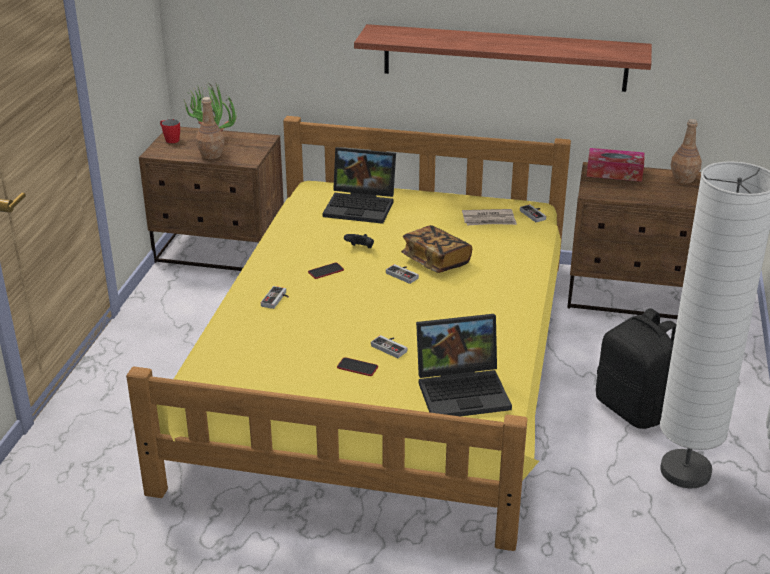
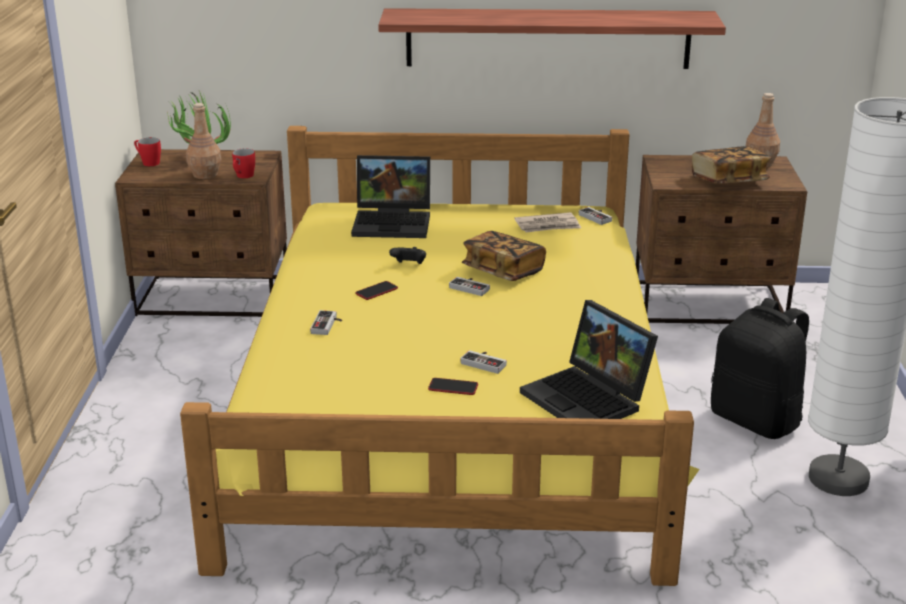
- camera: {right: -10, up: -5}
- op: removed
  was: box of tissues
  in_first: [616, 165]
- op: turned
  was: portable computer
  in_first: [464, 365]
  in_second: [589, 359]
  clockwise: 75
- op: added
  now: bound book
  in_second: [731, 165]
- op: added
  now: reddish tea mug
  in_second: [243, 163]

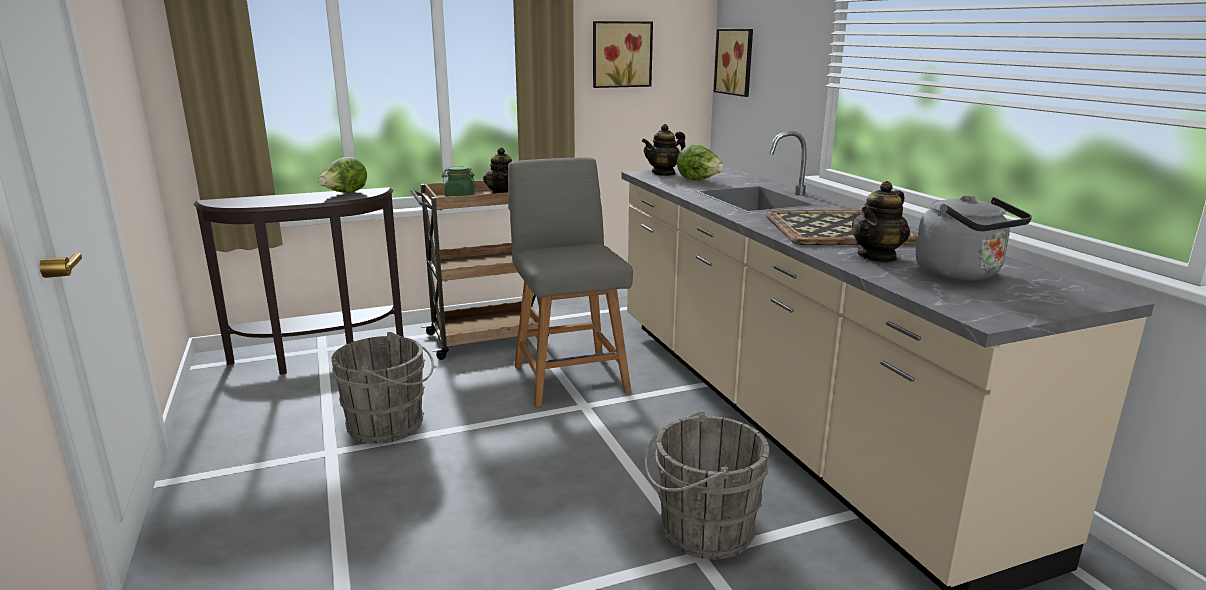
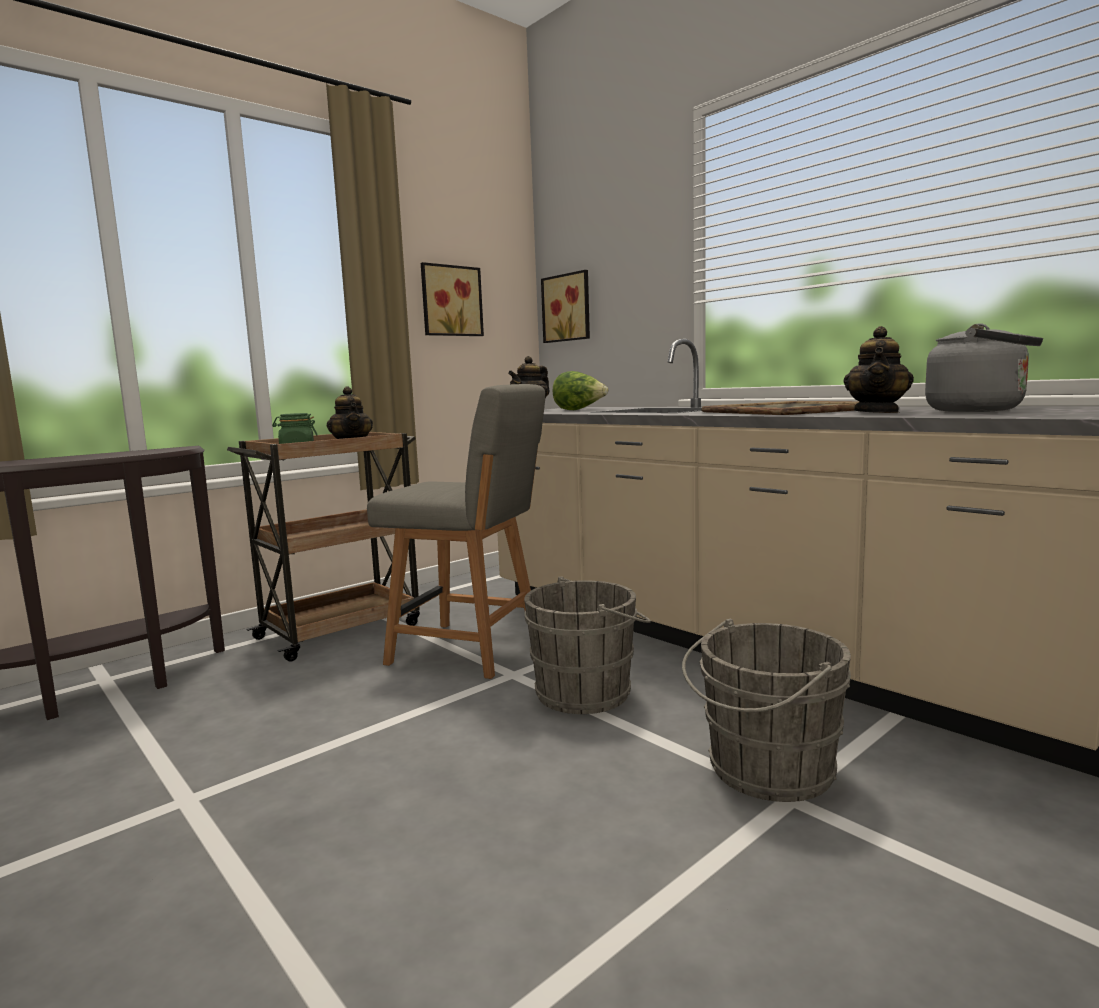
- camera: {right: -20, up: -10}
- op: removed
  was: head of lettuce
  in_first: [342, 175]
- op: turned
  was: gray upright chair
  in_first: [570, 282]
  in_second: [456, 531]
  clockwise: 150
- op: moved
  was: gray water bucket
  in_first: [382, 388]
  in_second: [587, 645]

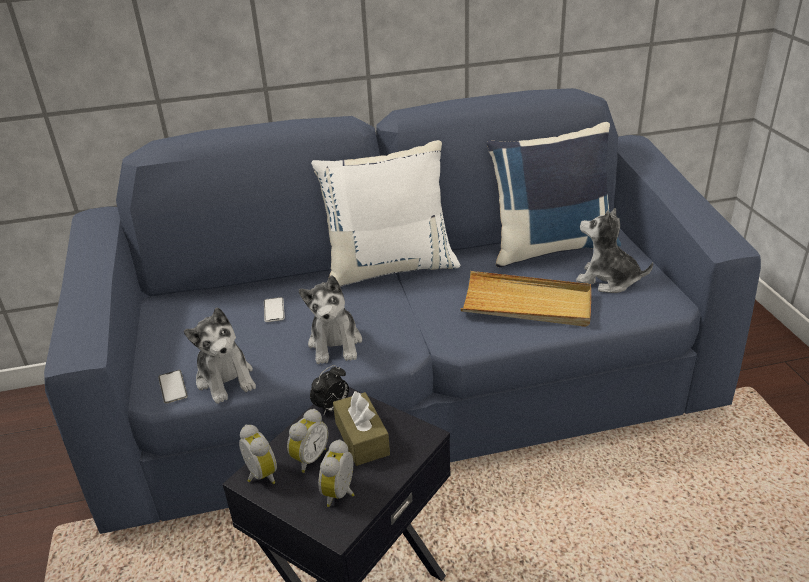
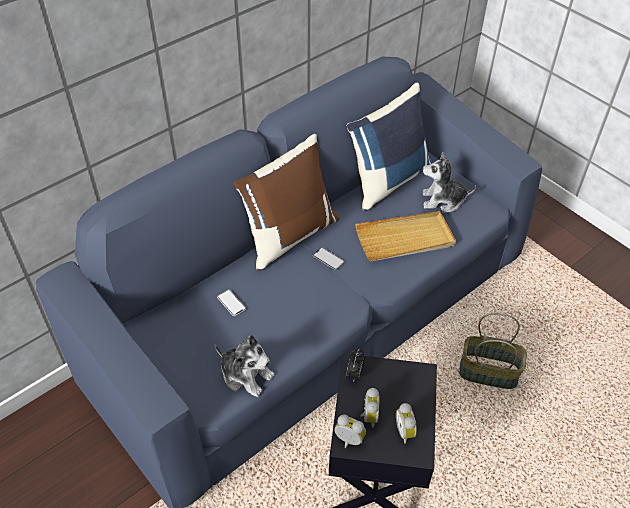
- camera: {right: -30, up: 15}
- op: recoloured
  was: whitish pillow
  now: brownish pillow
  in_first: [385, 213]
  in_second: [286, 202]
- op: removed
  was: plush toy
  in_first: [330, 319]
- op: moved
  was: phone
  in_first: [173, 387]
  in_second: [329, 258]
- op: removed
  was: brownish box of tissues
  in_first: [361, 428]
- op: added
  now: storage basket
  in_second: [493, 350]

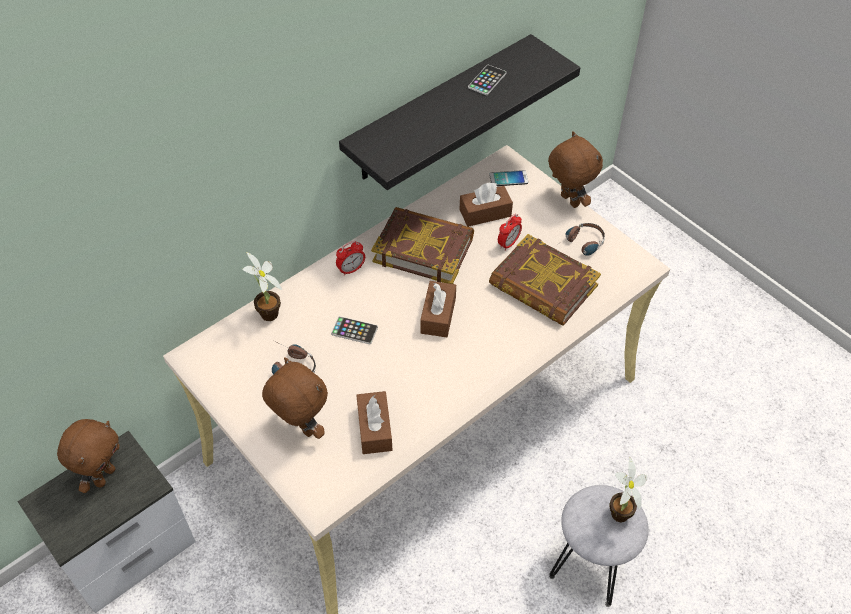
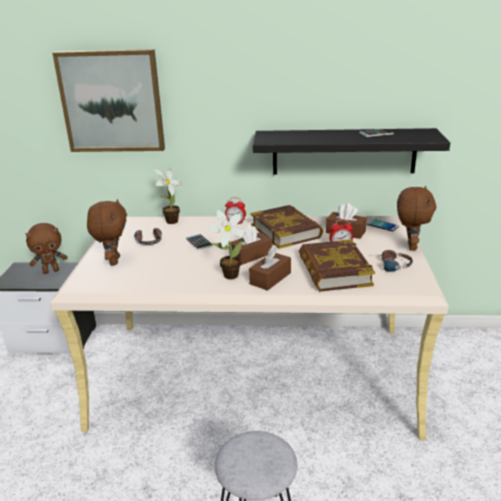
- camera: {right: 45, up: -25}
- op: moved
  was: brownish box of tissues
  in_first: [374, 422]
  in_second: [270, 269]
- op: moved
  was: potted plant
  in_first: [628, 490]
  in_second: [226, 244]
- op: added
  now: wall art
  in_second: [108, 100]

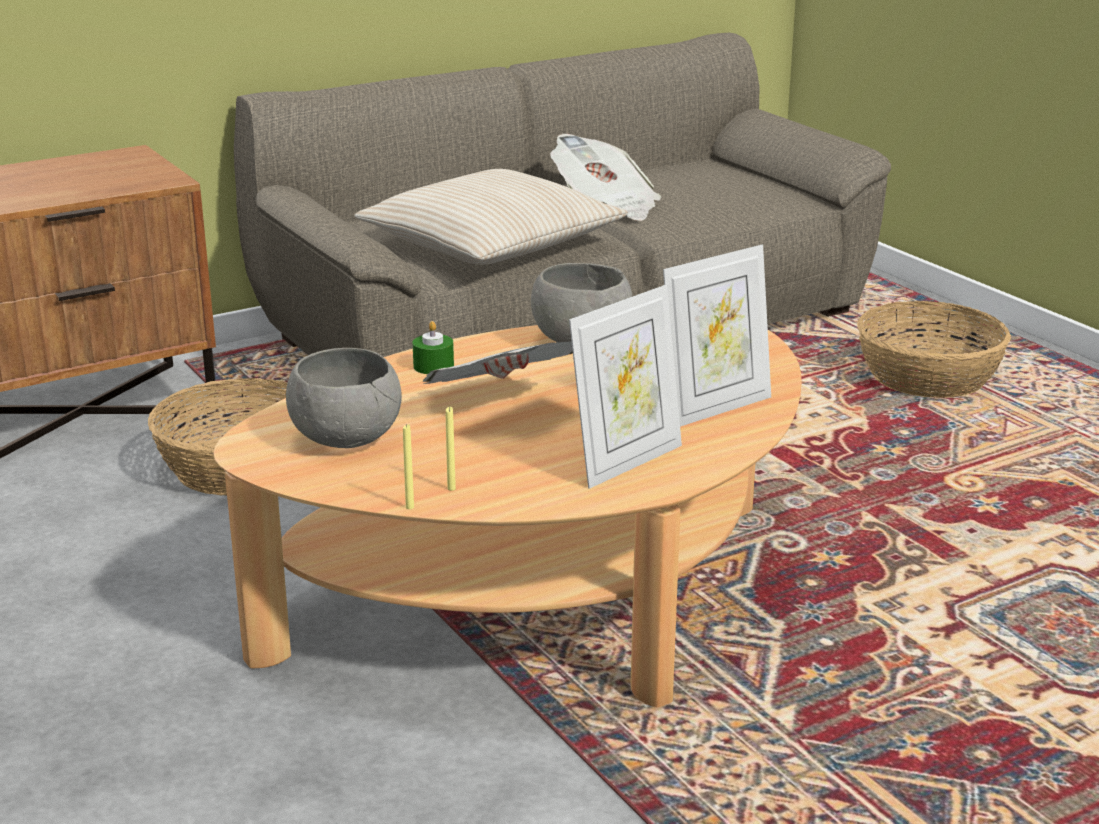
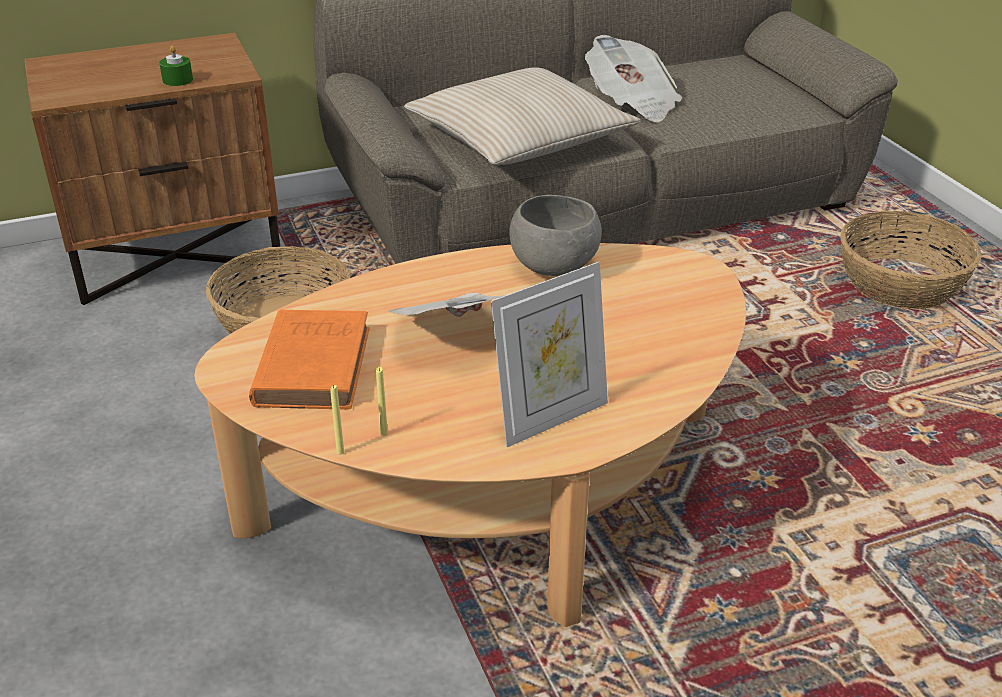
- camera: {right: 10, up: 10}
- op: removed
  was: photo frame
  in_first: [717, 336]
- op: moved
  was: green-coloured wax candle
  in_first: [433, 347]
  in_second: [176, 66]
- op: replaced
  was: gray deep dish
  now: orangey bound book
  in_first: [344, 398]
  in_second: [309, 359]

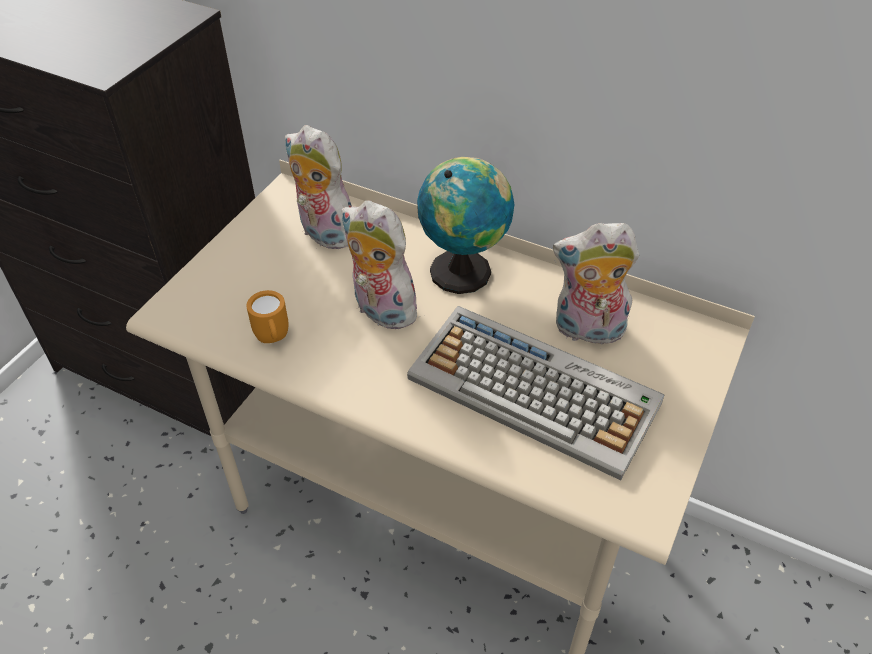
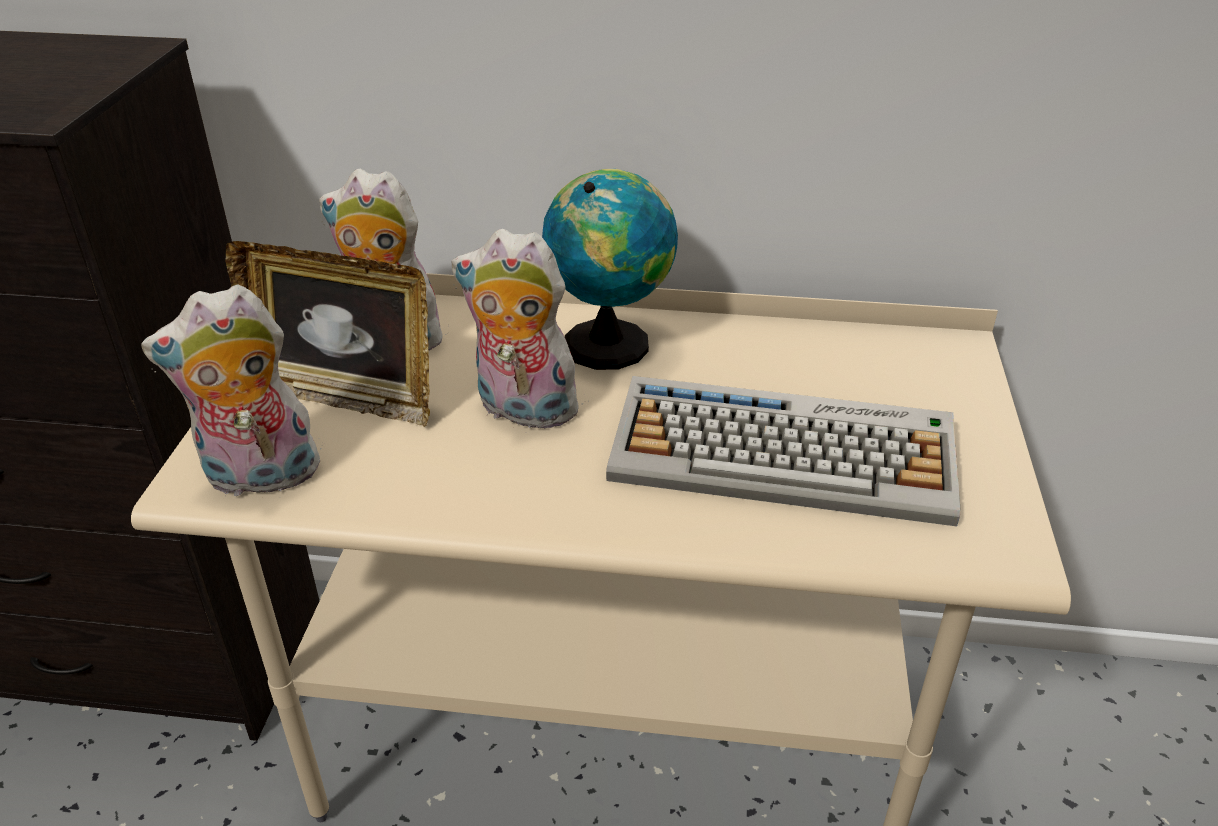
- camera: {right: -20, up: -10}
- op: moved
  was: plush toy
  in_first: [596, 284]
  in_second: [231, 391]
- op: removed
  was: orangey tea mug
  in_first: [267, 316]
- op: added
  now: photo frame
  in_second: [327, 334]

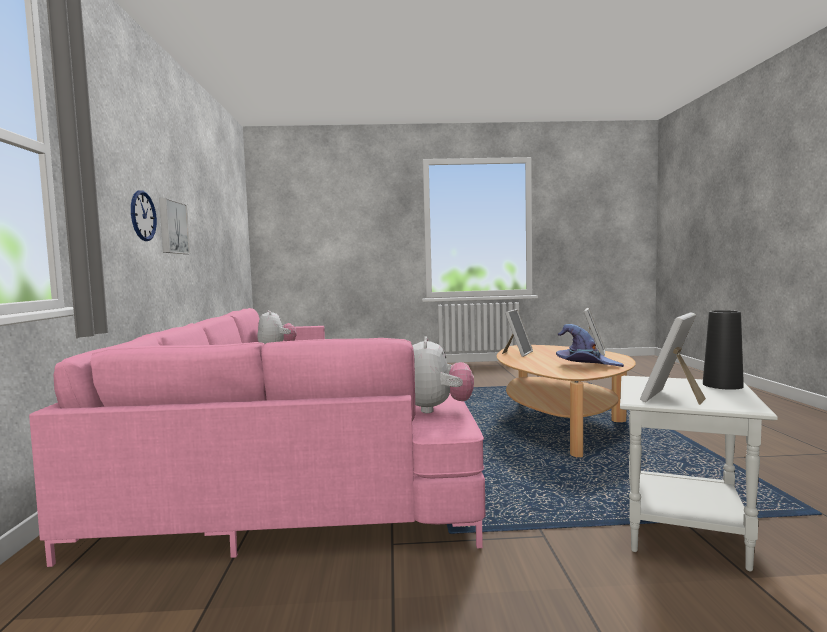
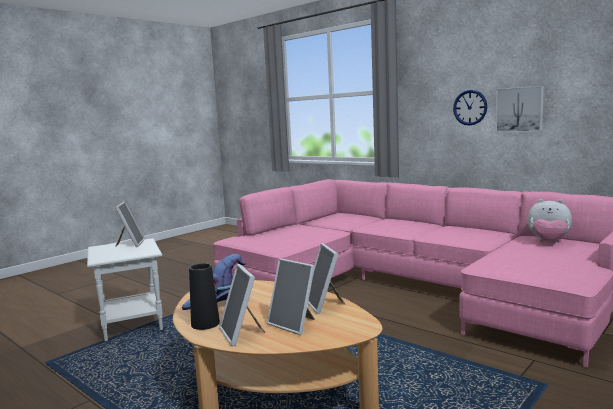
- camera: {right: 135, up: 5}
- op: moved
  was: blackish decorative vase
  in_first: [723, 350]
  in_second: [204, 296]
- op: removed
  was: plush toy
  in_first: [443, 374]
- op: added
  now: photo frame
  in_second: [291, 296]

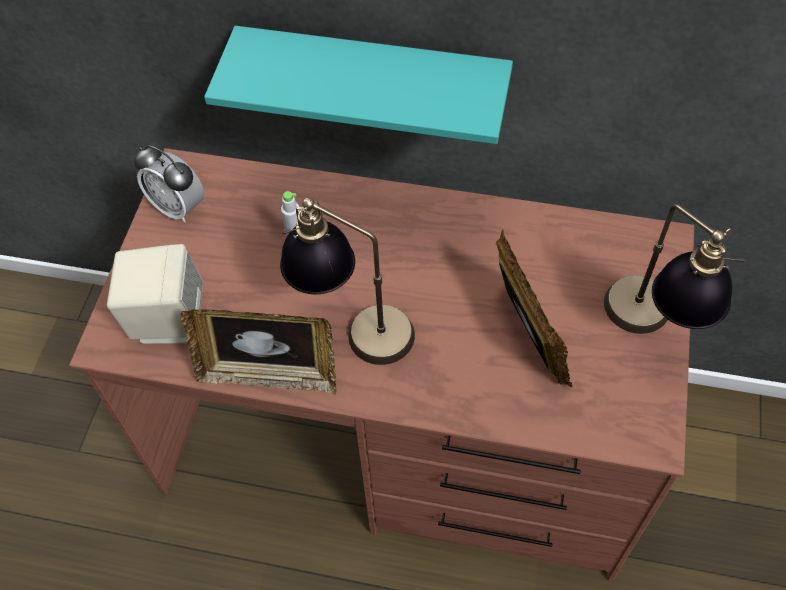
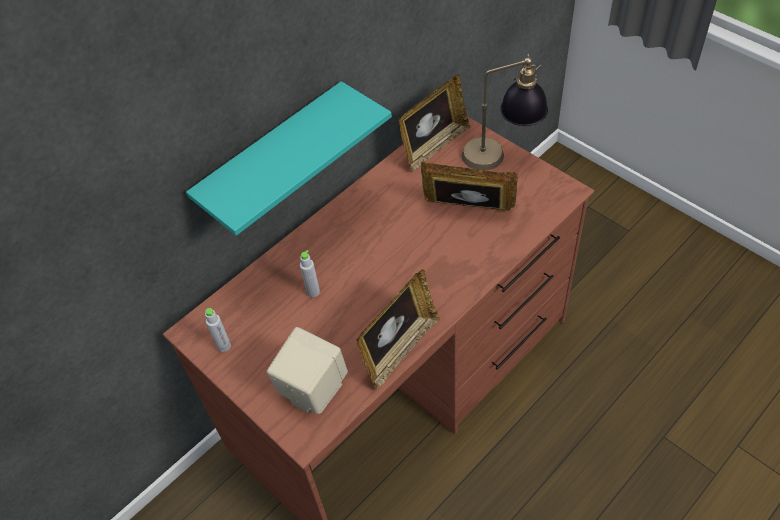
- camera: {right: -55, up: -5}
- op: replaced
  was: alarm clock
  now: gray drink bottle
  in_first: [169, 184]
  in_second: [218, 330]
- op: removed
  was: table lamp
  in_first: [347, 281]
- op: added
  now: photo frame
  in_second: [434, 123]

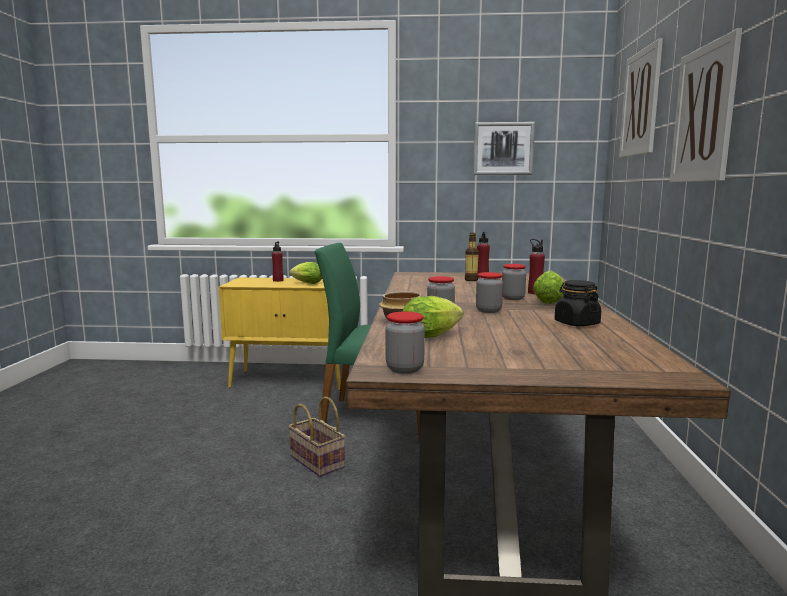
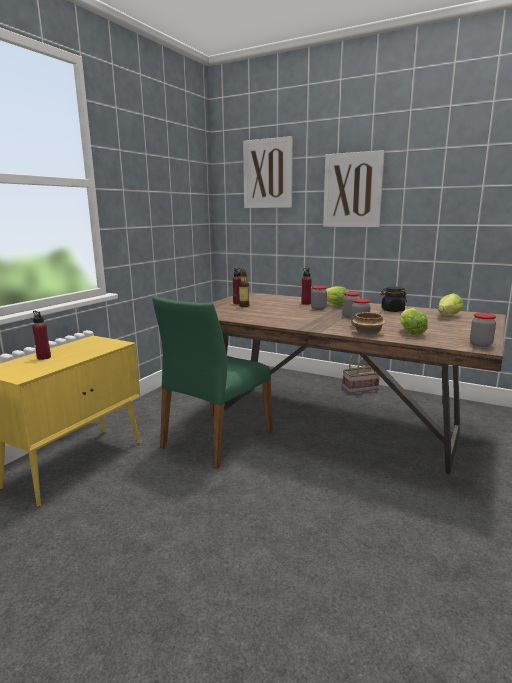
- camera: {right: -65, up: 5}
- op: removed
  was: wall art
  in_first: [504, 148]
- op: moved
  was: head of lettuce
  in_first: [305, 273]
  in_second: [451, 304]
- op: moved
  was: storage basket
  in_first: [316, 436]
  in_second: [361, 373]

